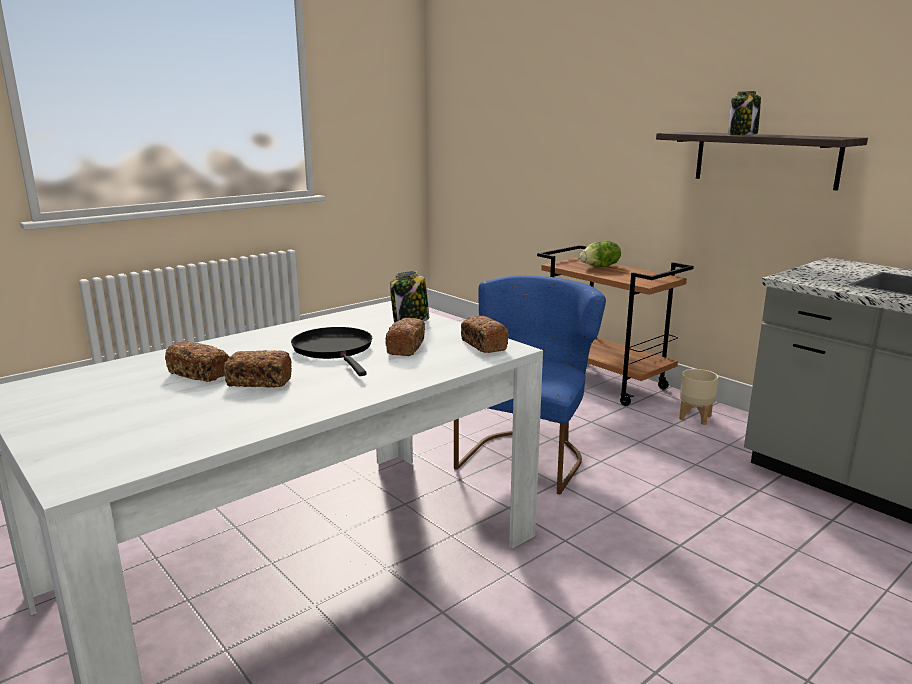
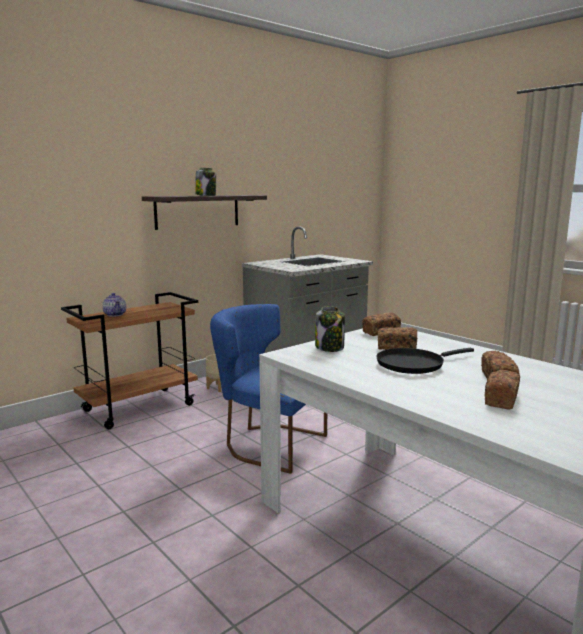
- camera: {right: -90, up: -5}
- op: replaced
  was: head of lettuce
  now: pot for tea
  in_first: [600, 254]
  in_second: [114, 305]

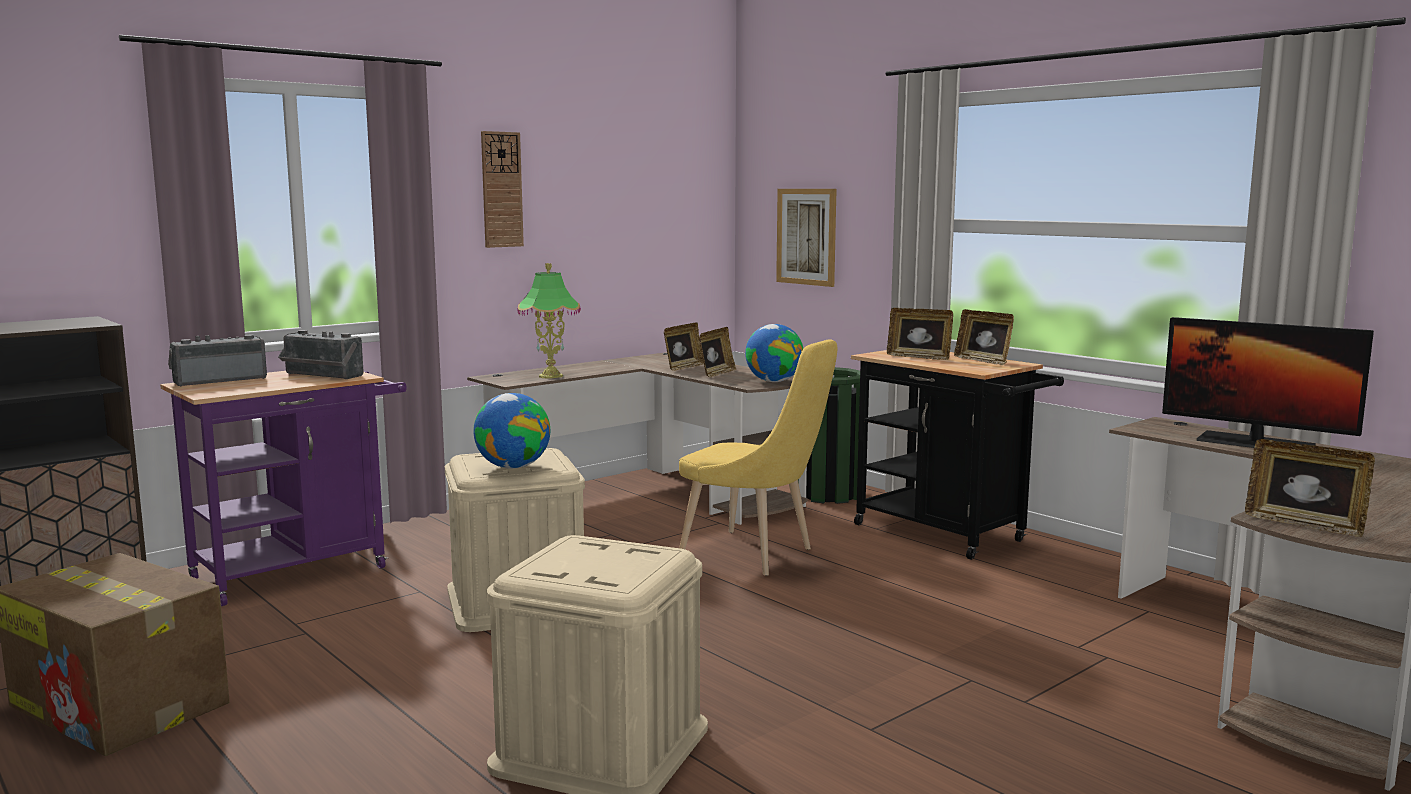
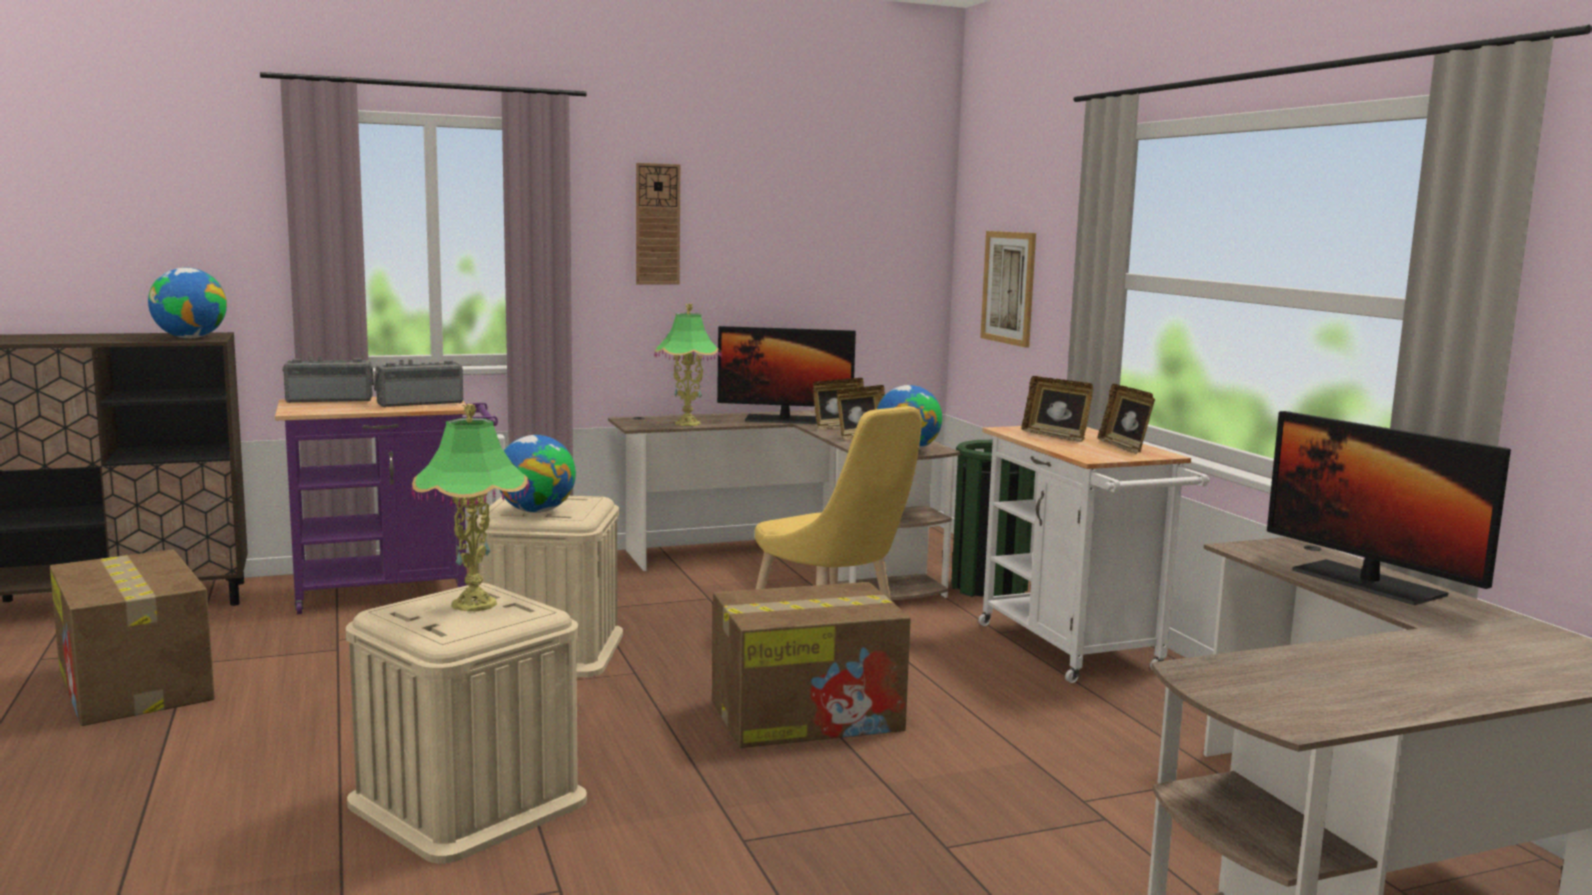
- camera: {right: 20, up: 0}
- op: turned
  was: radio set
  in_first: [321, 354]
  in_second: [418, 383]
  clockwise: 105
- op: recoloured
  was: blackish wheeled cart
  now: whitish wheeled cart
  in_first: [957, 455]
  in_second: [1093, 554]
- op: removed
  was: photo frame
  in_first: [1310, 488]
- op: added
  now: globe
  in_second: [187, 303]
- op: added
  now: computer display
  in_second: [786, 375]
- op: added
  now: table lamp
  in_second: [471, 507]
- op: added
  now: packing box
  in_second: [811, 665]

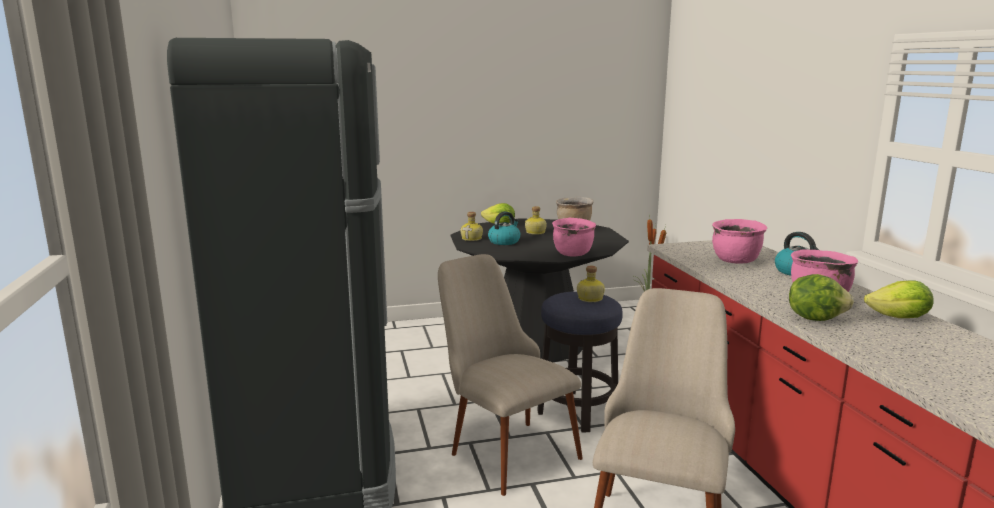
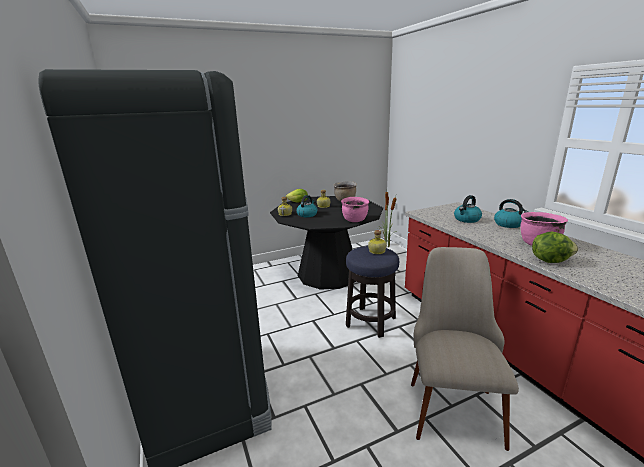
- camera: {right: -10, up: 5}
- op: replaced
  was: pinkish saucepot
  now: kettle
  in_first: [739, 241]
  in_second: [468, 209]
- op: removed
  was: beige-coloured upright chair
  in_first: [510, 375]
- op: removed
  was: head of lettuce
  in_first: [899, 299]

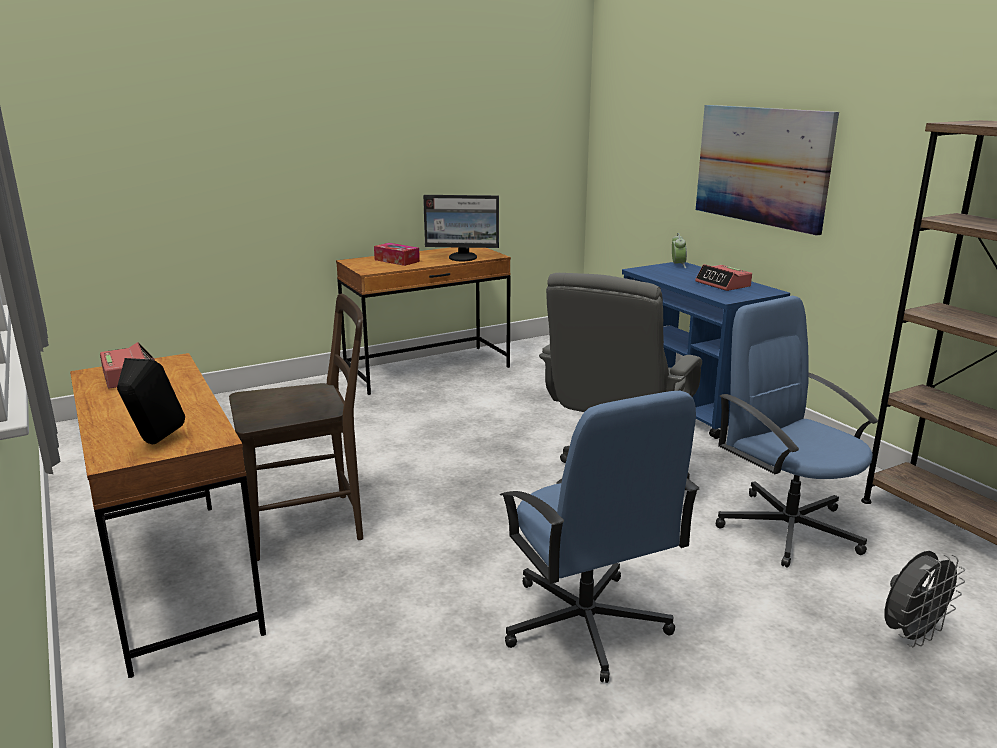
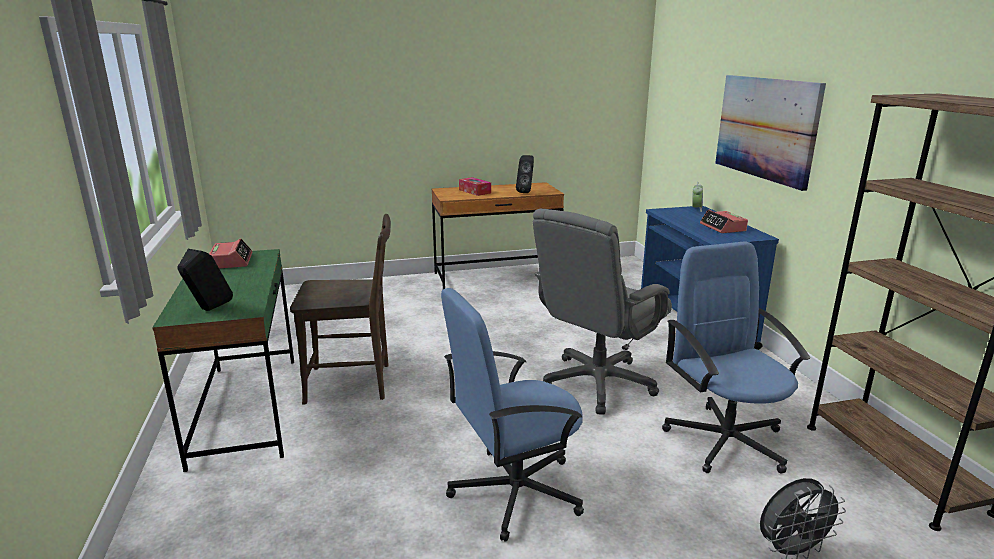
- camera: {right: 15, up: 0}
- op: replaced
  was: computer display
  now: blackish speaker
  in_first: [461, 228]
  in_second: [525, 174]
- op: recoloured
  was: brownish desk
  now: green-coloured desk
  in_first: [168, 515]
  in_second: [223, 360]
- op: turned
  was: blue-coloured office chair
  in_first: [599, 537]
  in_second: [512, 415]
  clockwise: 75

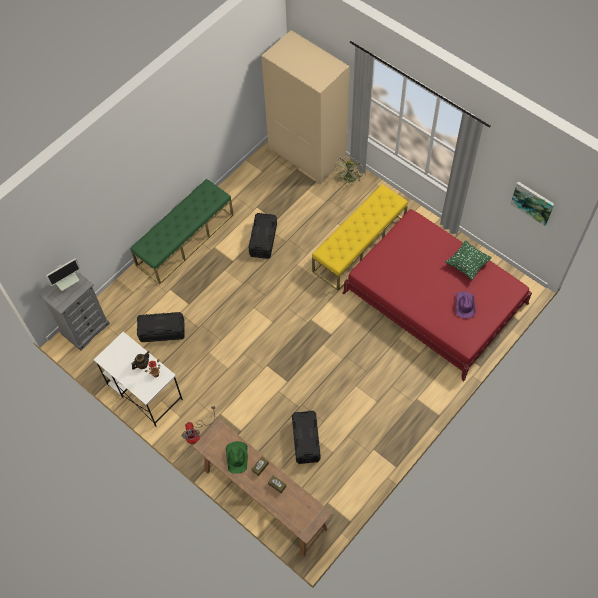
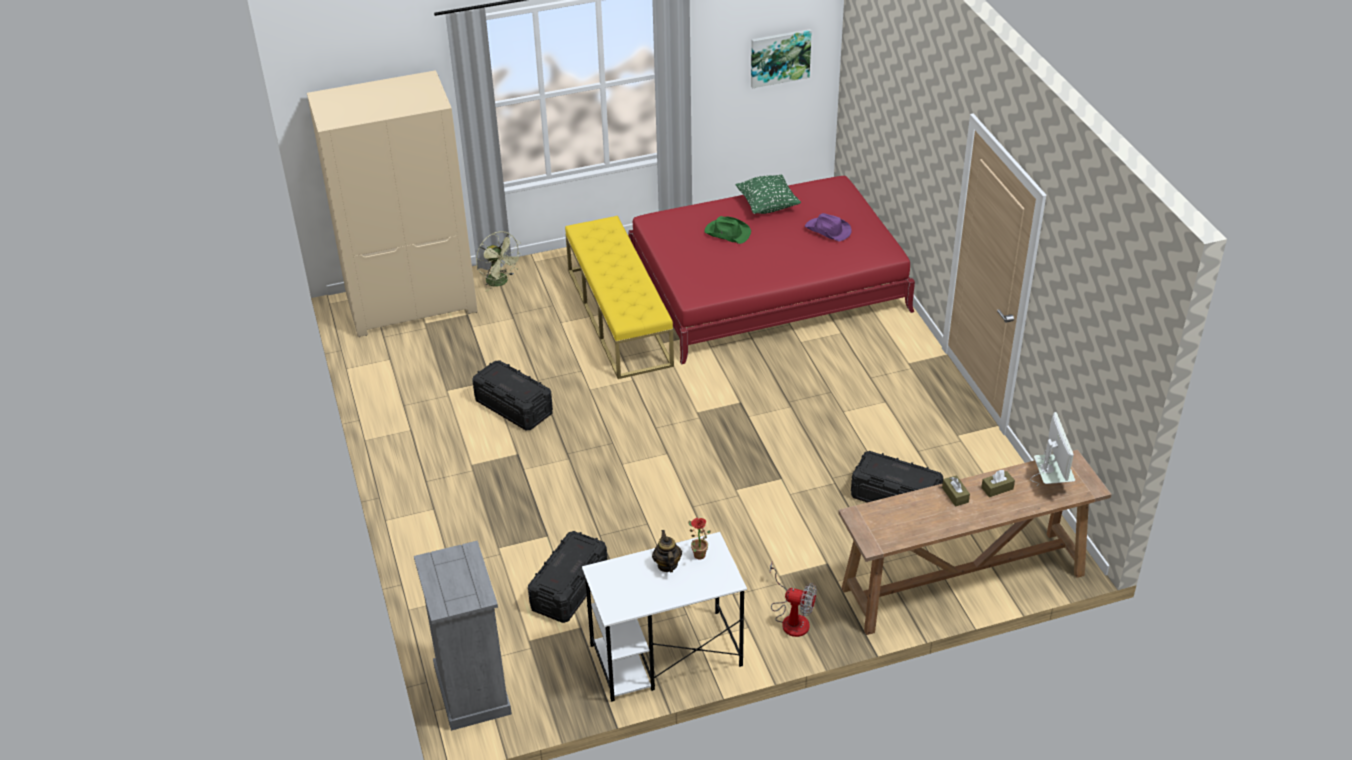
- camera: {right: -60, up: -20}
- op: removed
  was: green-coloured long seat
  in_first: [182, 232]
- op: moved
  was: computer display
  in_first: [63, 274]
  in_second: [1052, 449]
- op: moved
  was: green-coloured clothing hat
  in_first: [237, 457]
  in_second: [727, 230]

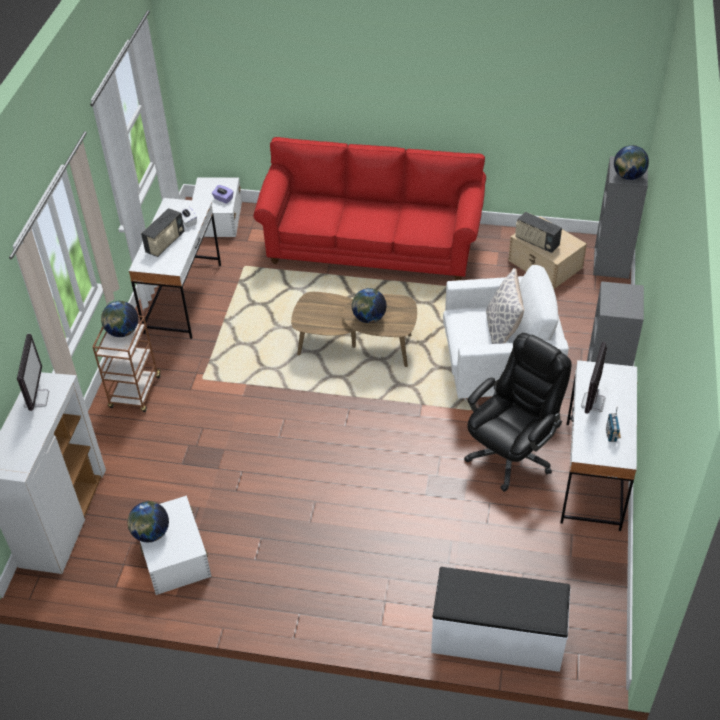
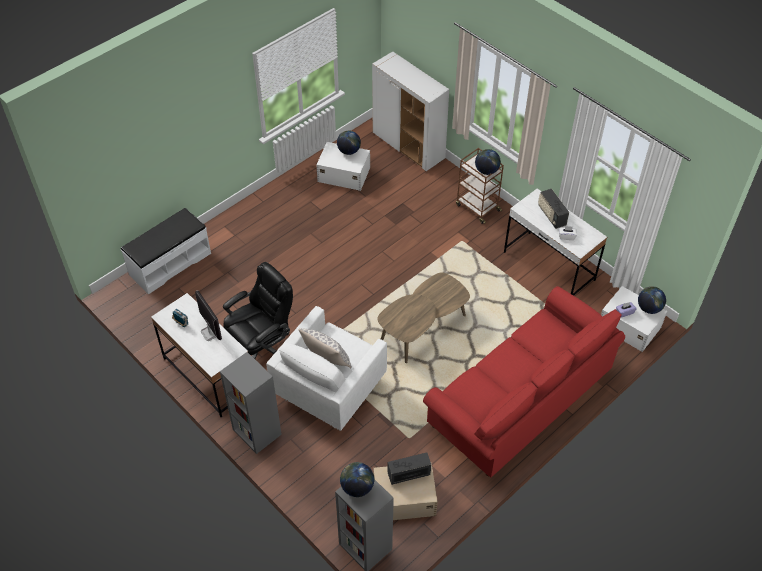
- camera: {right: 125, up: 5}
- op: moved
  was: globe
  in_first: [369, 305]
  in_second: [652, 300]
- op: turned
  was: blackish office chair
  in_first: [518, 412]
  in_second: [258, 310]
  clockwise: -120
- op: removed
  was: computer display
  in_first: [33, 372]

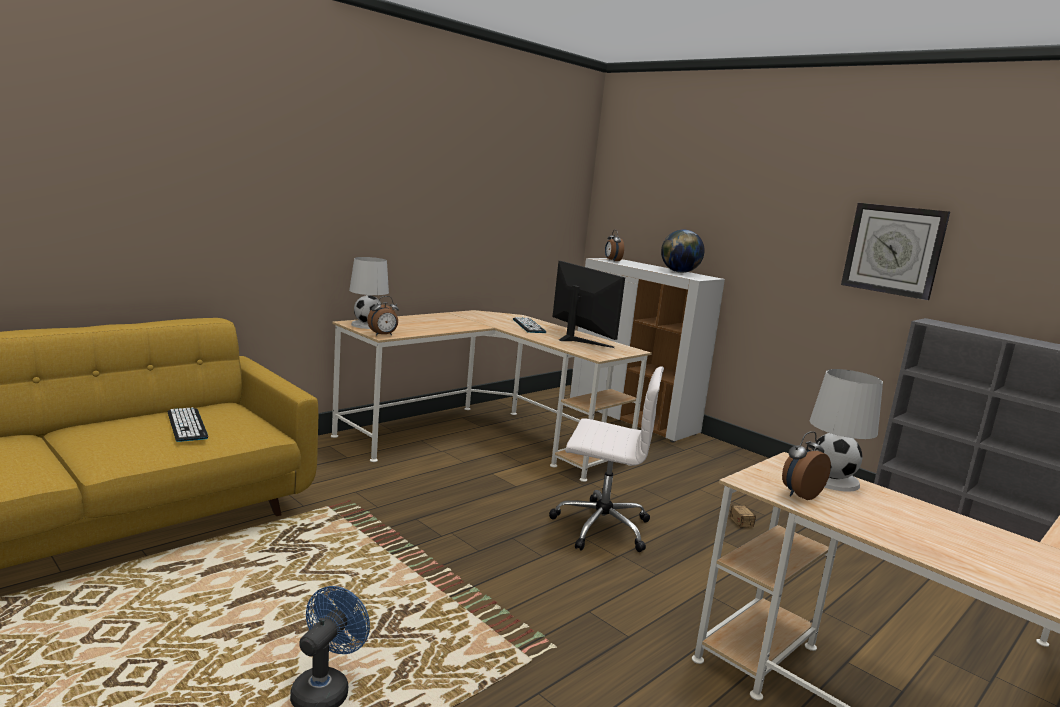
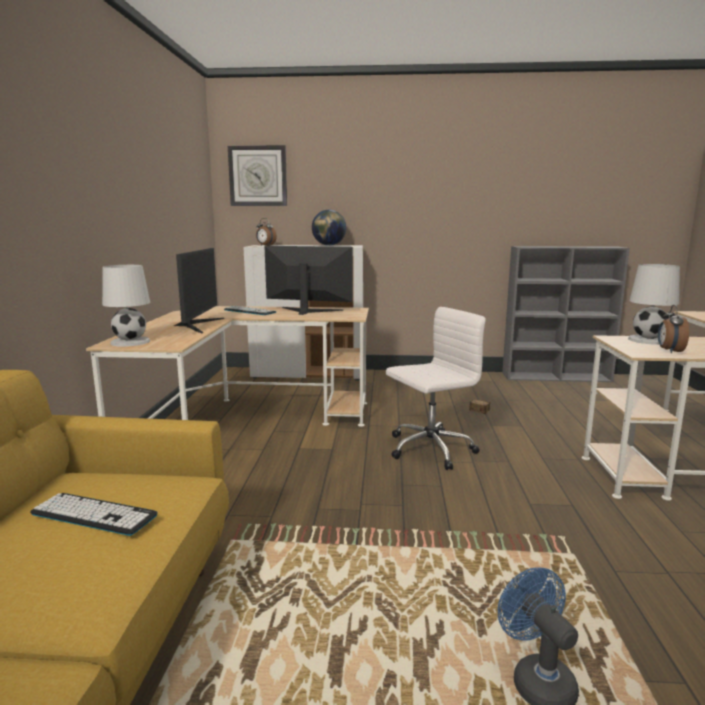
- camera: {right: -40, up: 0}
- op: moved
  was: hanging clock
  in_first: [895, 251]
  in_second: [257, 175]
- op: removed
  was: alarm clock
  in_first: [383, 316]
- op: added
  now: computer display
  in_second: [199, 291]

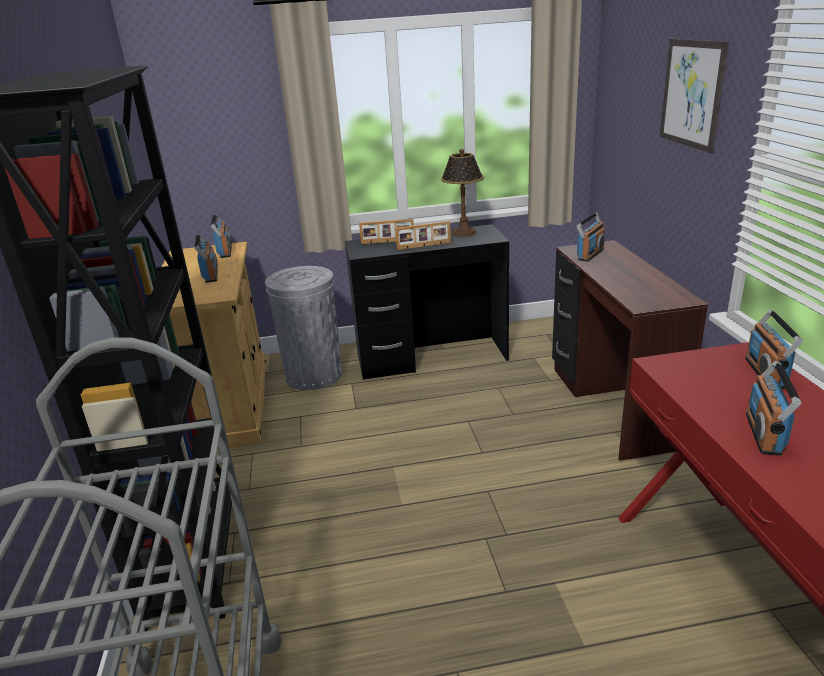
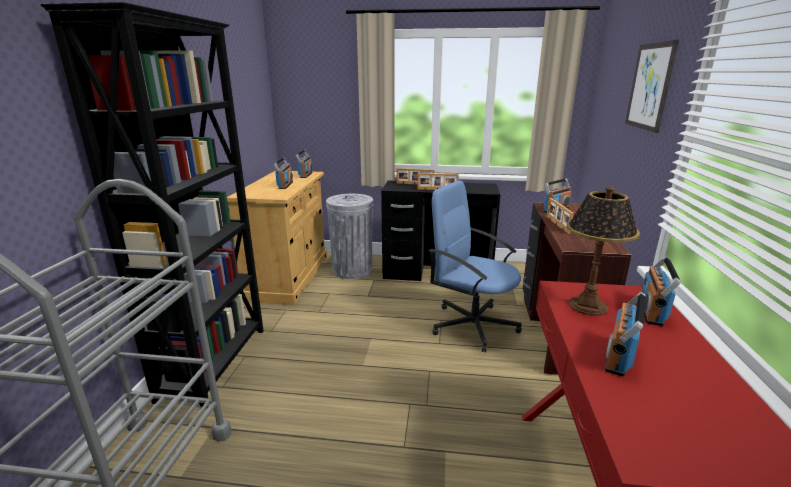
- camera: {right: 15, up: -5}
- op: moved
  was: table lamp
  in_first: [462, 193]
  in_second: [603, 251]
- op: added
  now: blue-coloured office chair
  in_second: [475, 266]
- op: added
  now: photo frame
  in_second: [560, 216]

